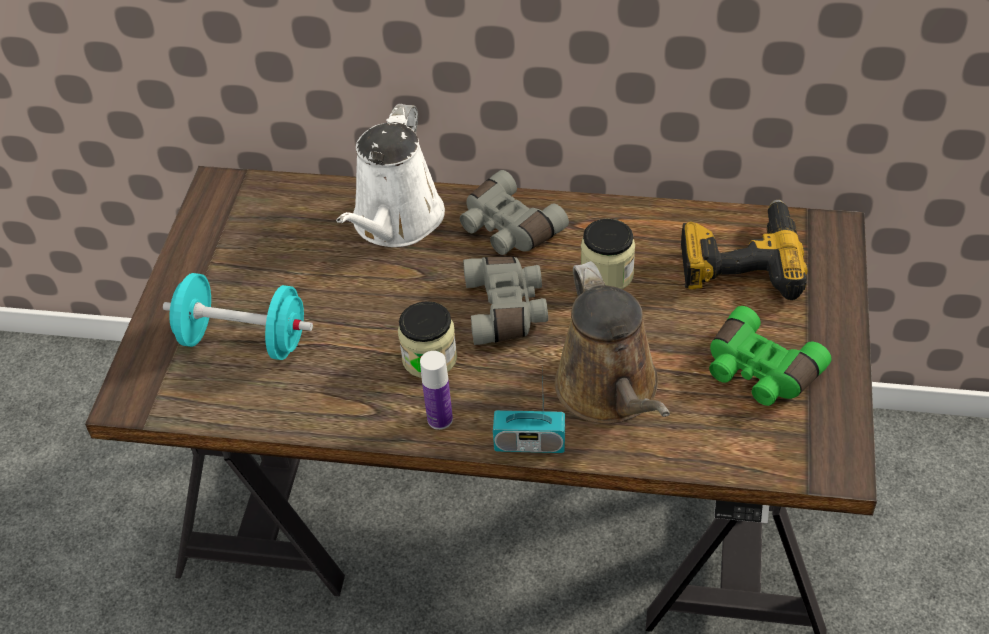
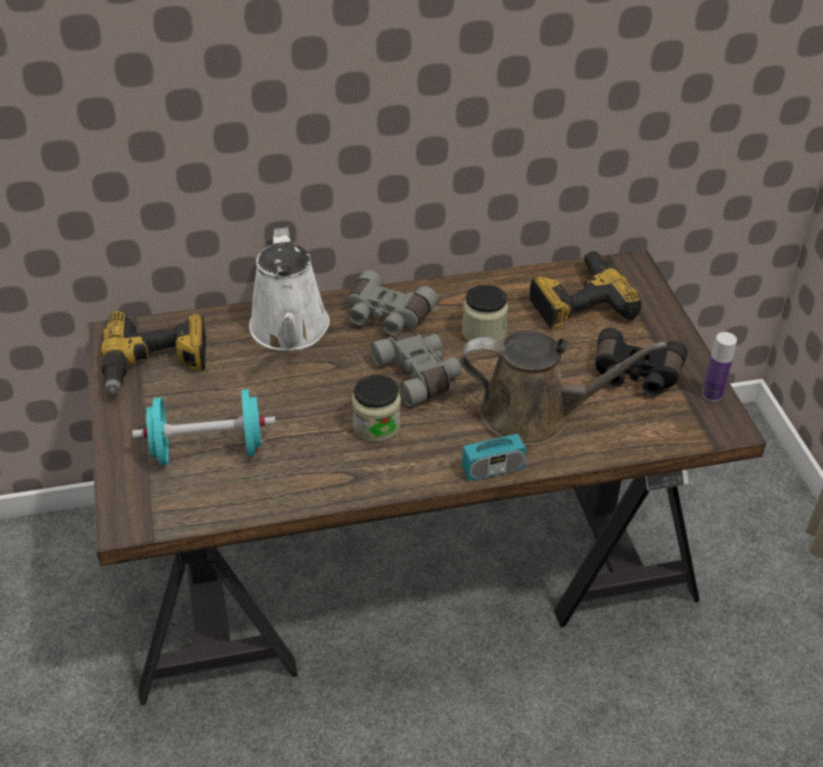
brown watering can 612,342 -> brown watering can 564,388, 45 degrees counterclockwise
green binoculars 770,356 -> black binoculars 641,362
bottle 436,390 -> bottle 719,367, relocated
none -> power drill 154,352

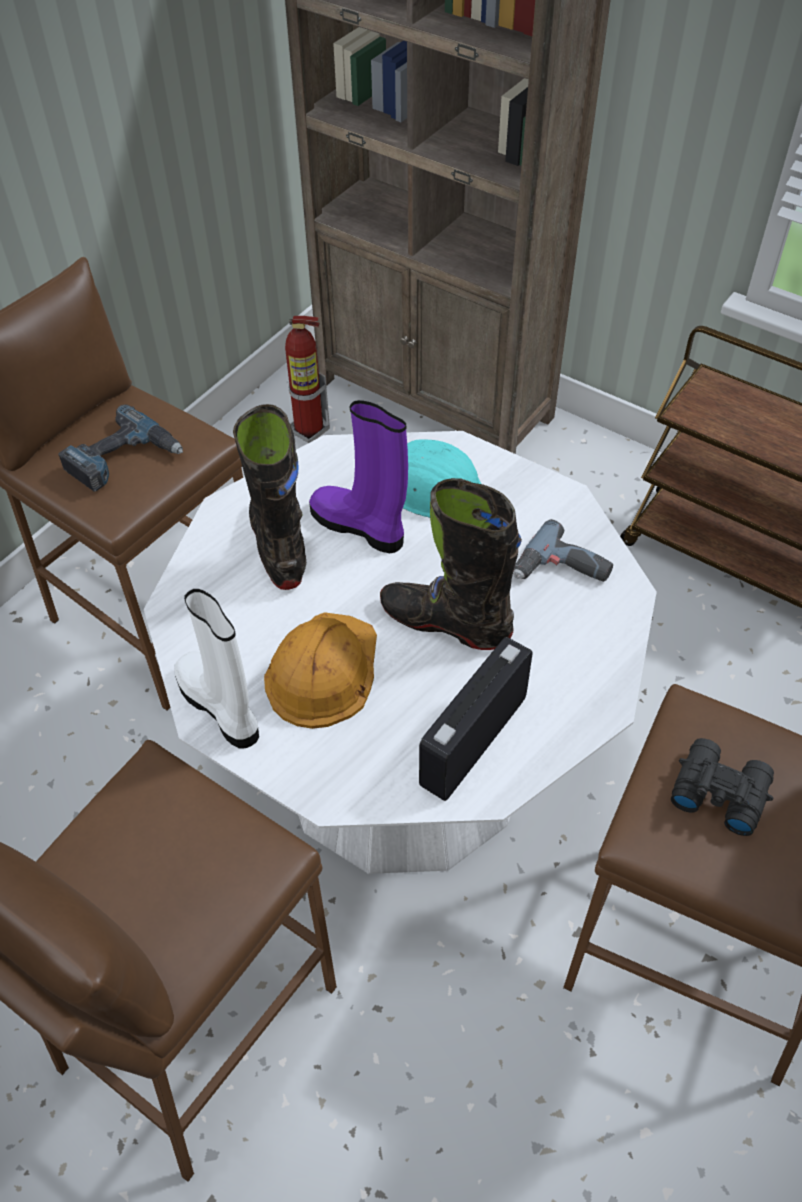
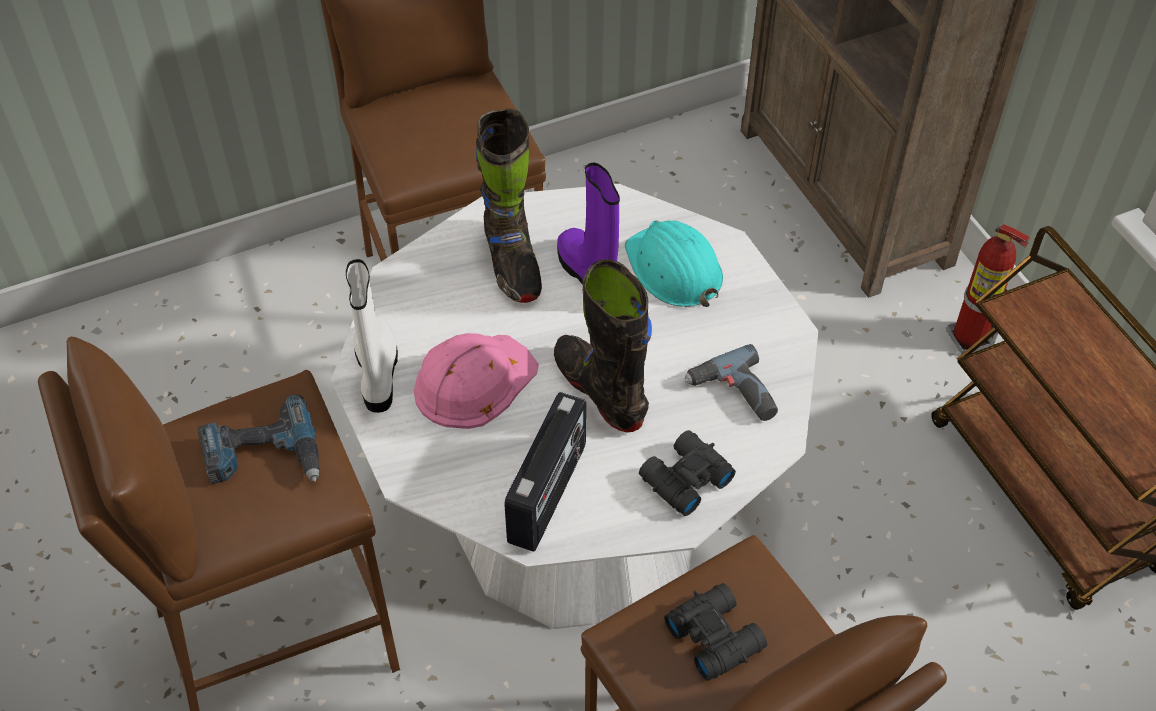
fire extinguisher 307,379 -> fire extinguisher 988,289, relocated
power drill 120,448 -> power drill 258,439, relocated
black boot 269,497 -> black boot 509,206, 150 degrees clockwise
orange hard hat 320,670 -> pink hard hat 476,381
radio 476,719 -> radio 545,472, 135 degrees clockwise
none -> black binoculars 687,473

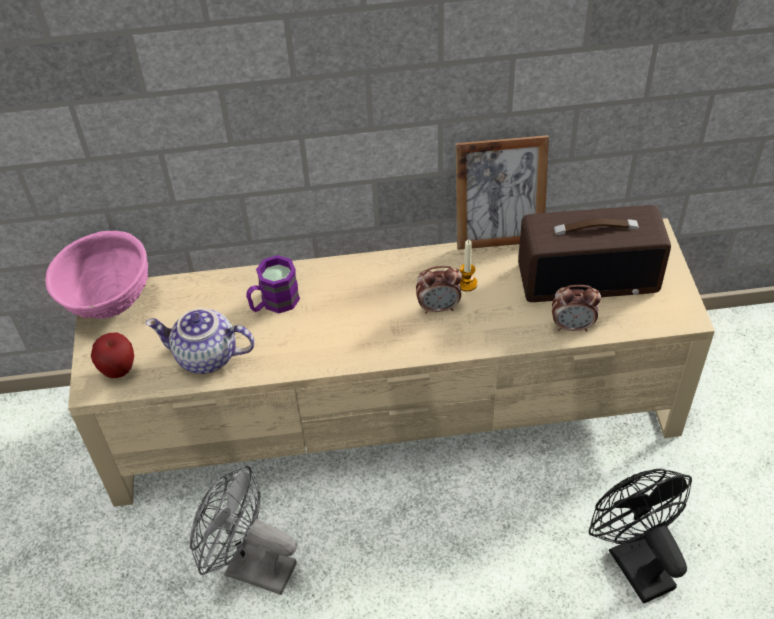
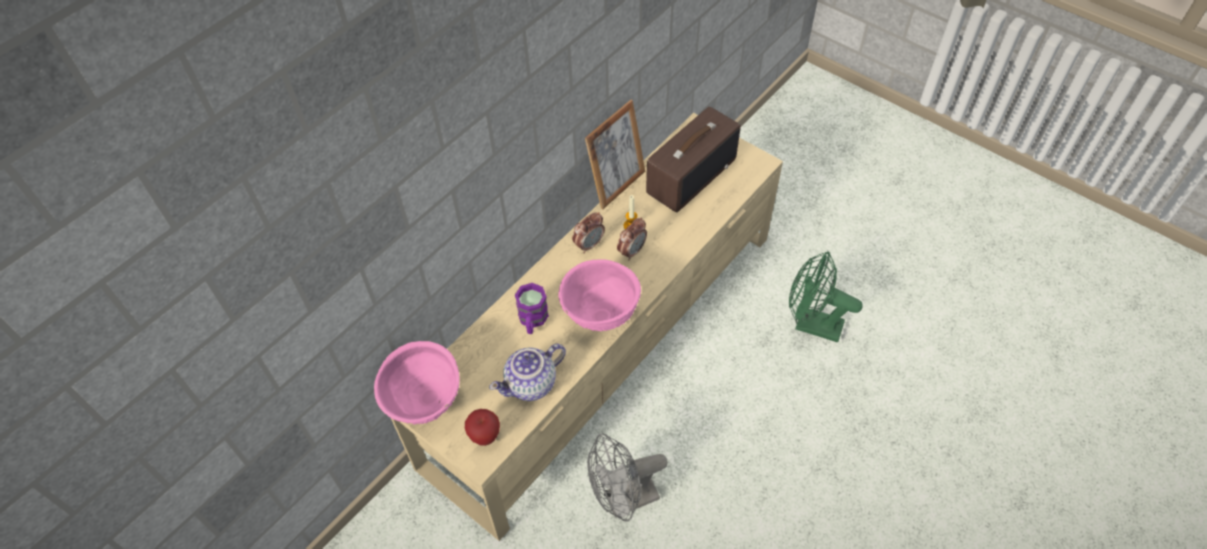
alarm clock 576,308 -> alarm clock 588,232, relocated
black fan 640,536 -> green fan 826,296
none -> pink bowl 599,295

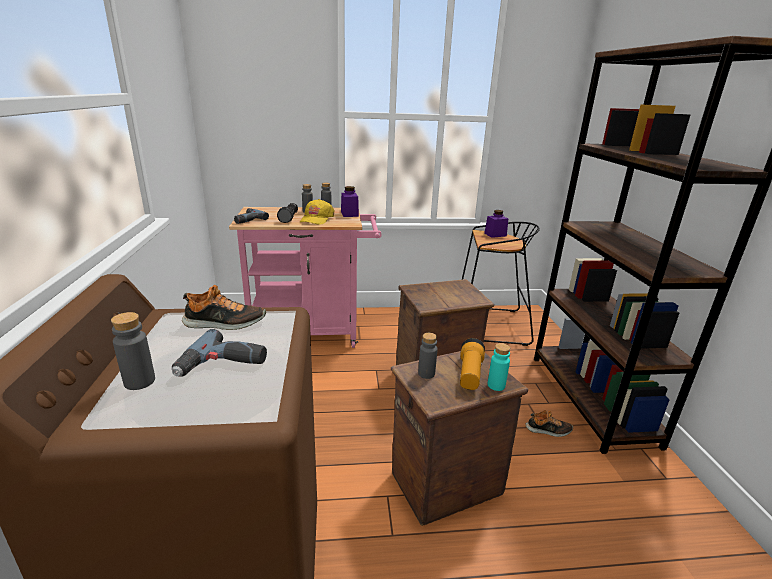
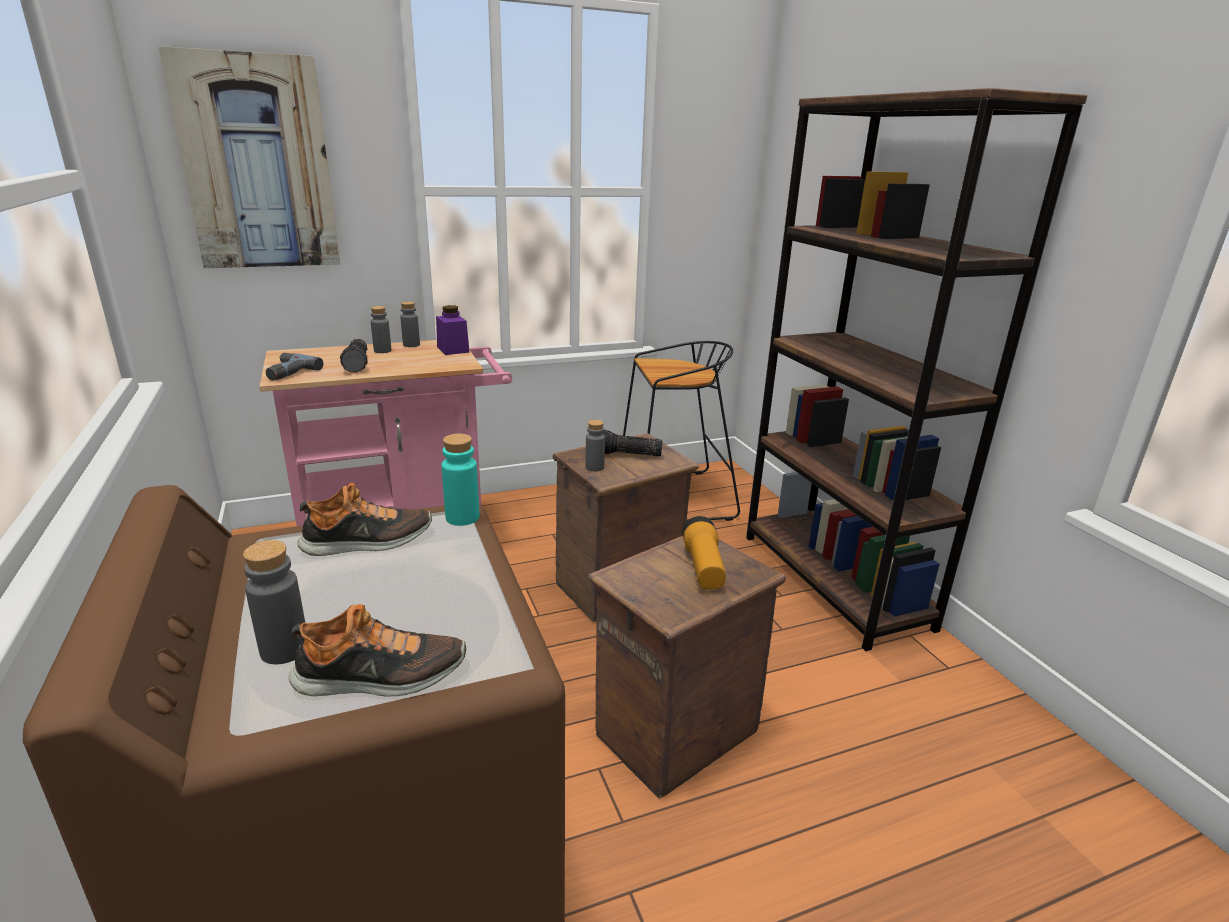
yellow cap 317,211 -> none
purple jar 496,224 -> none
power drill 219,353 -> none
grey bottle 428,356 -> grey bottle 595,445, relocated
turquoise bottle 499,367 -> turquoise bottle 460,480, relocated
shoe 549,423 -> shoe 377,650, relocated
none -> picture 249,157
none -> flashlight 633,443

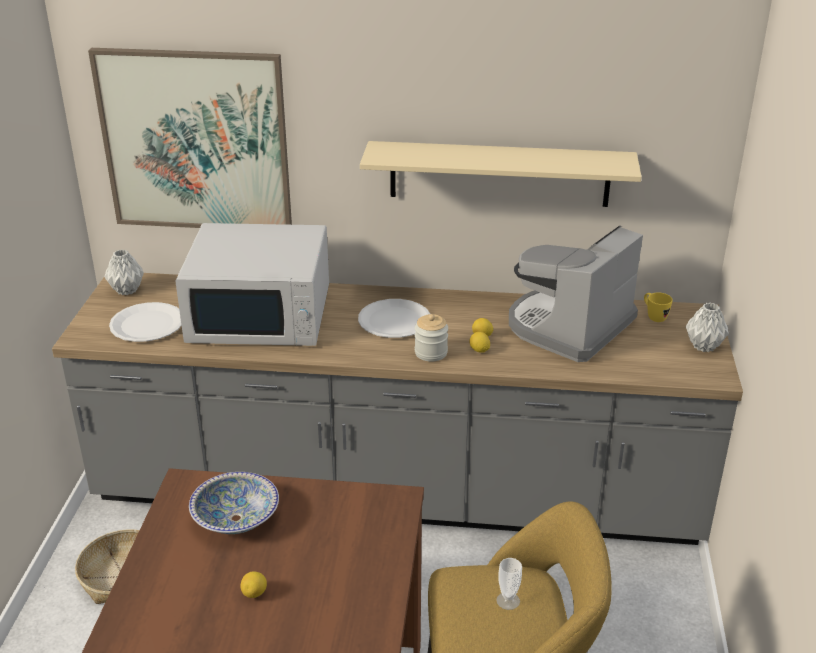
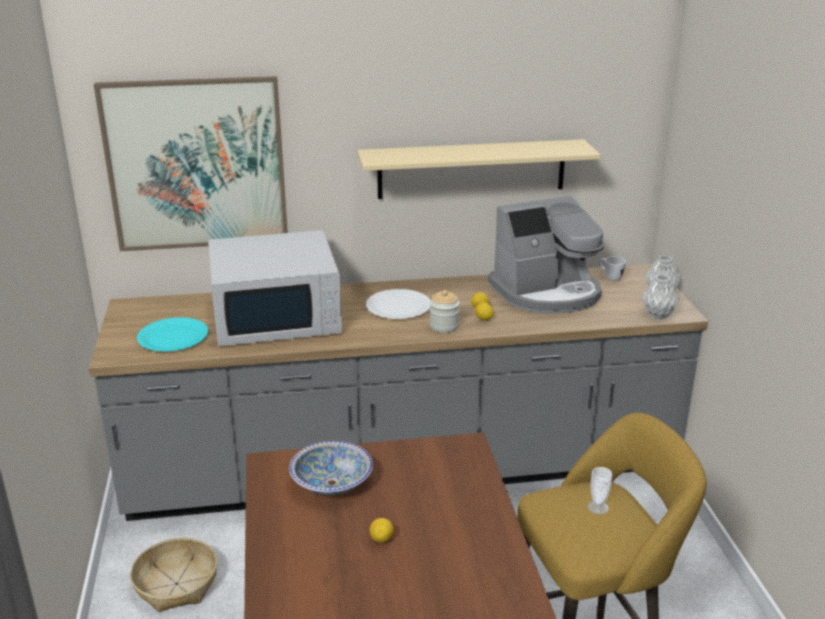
coffee machine 576,294 -> coffee machine 546,255, 135 degrees counterclockwise
grey vase 124,272 -> grey vase 660,297, relocated
yellow mug 658,307 -> white mug 612,269
white plate 145,322 -> turquoise plate 173,334

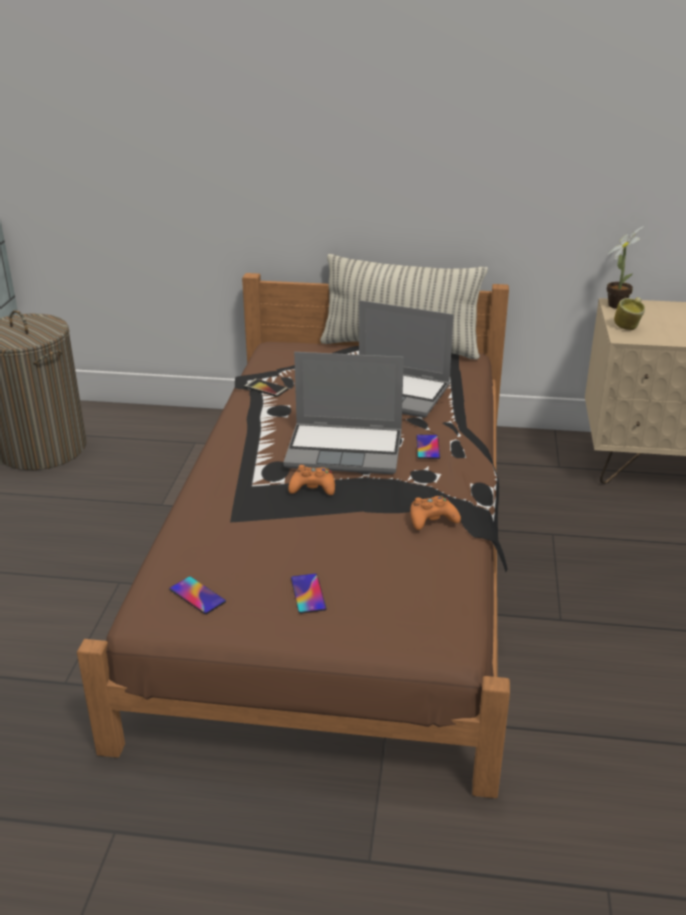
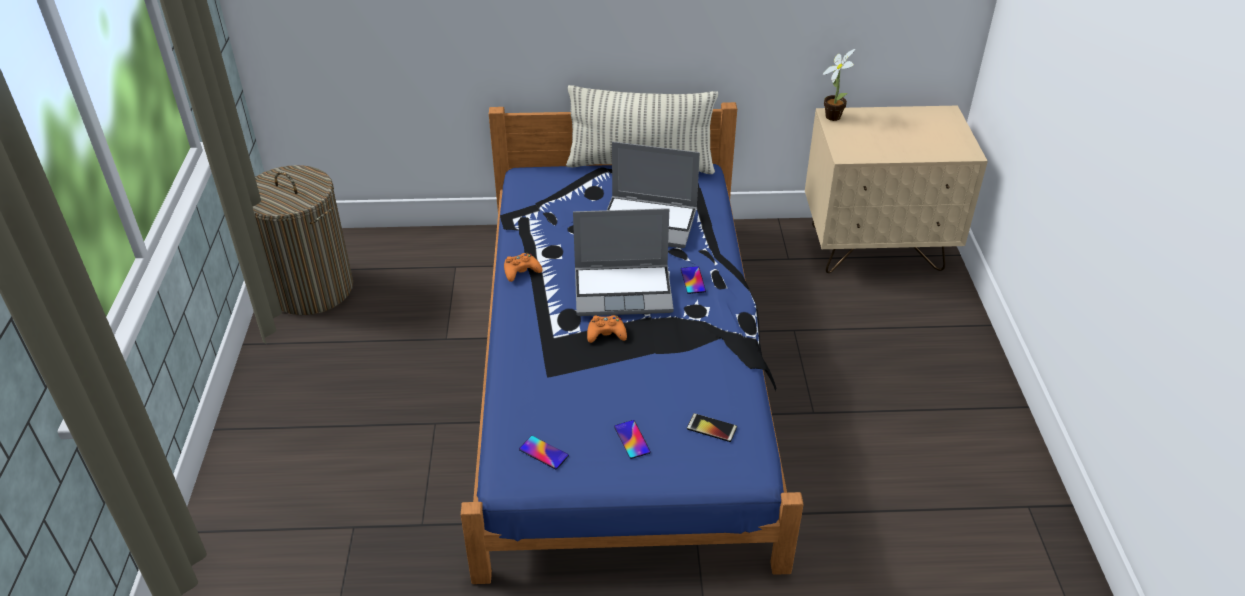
brown bed 293,535 -> blue bed 632,343
mug 629,313 -> none
phone 266,387 -> phone 712,427, relocated
orange game controller 435,513 -> orange game controller 523,267, relocated

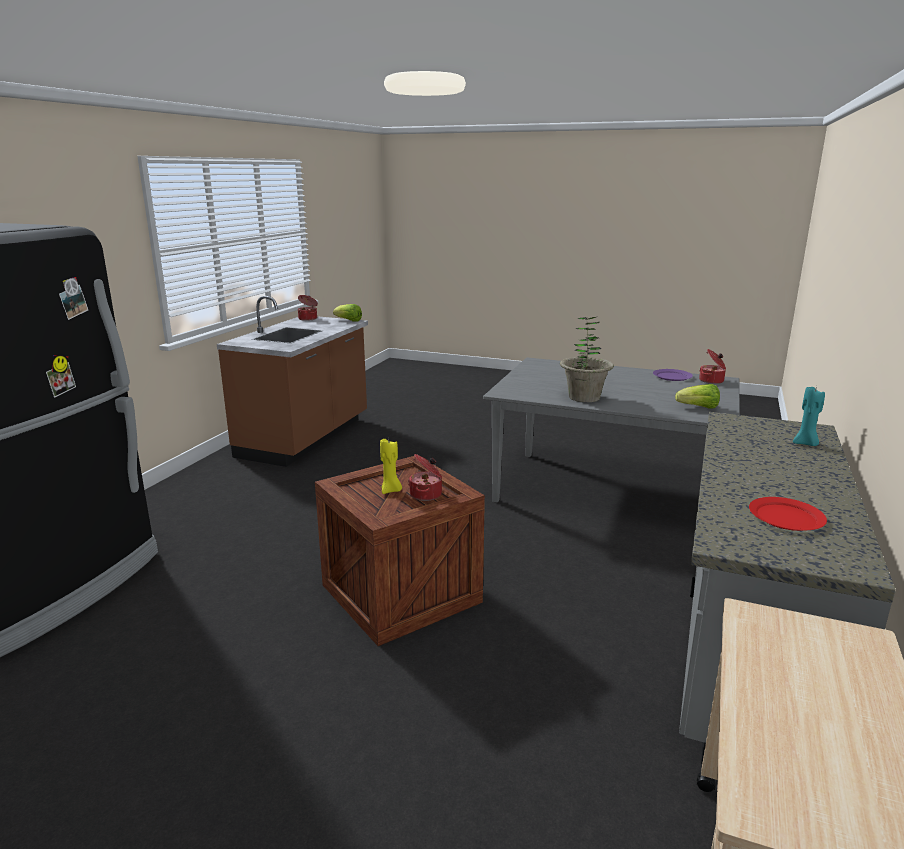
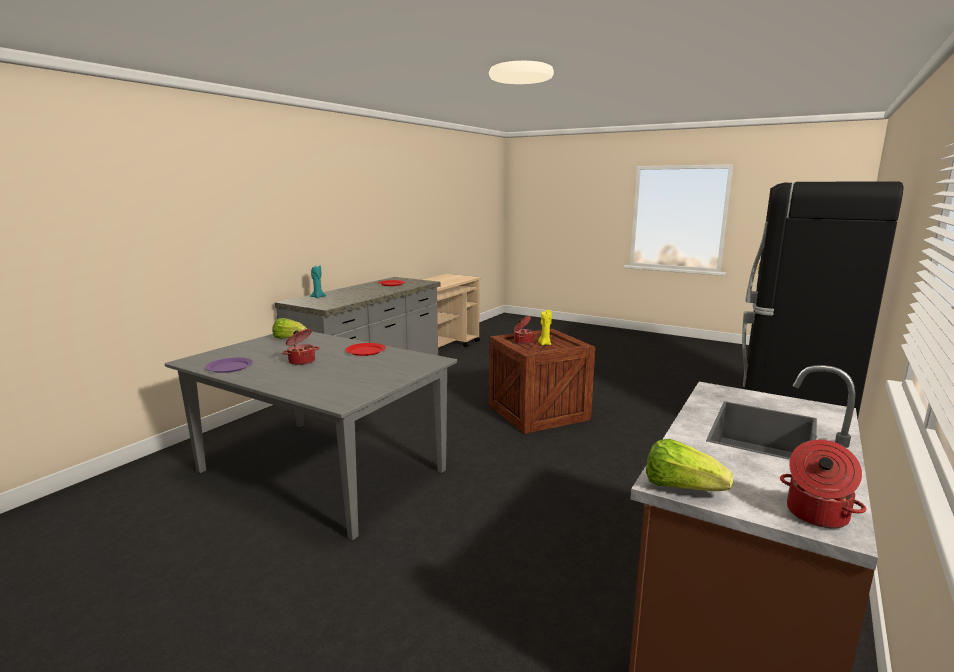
potted plant 587,359 -> red plate 365,349
cooking pot 712,366 -> cooking pot 300,347, relocated

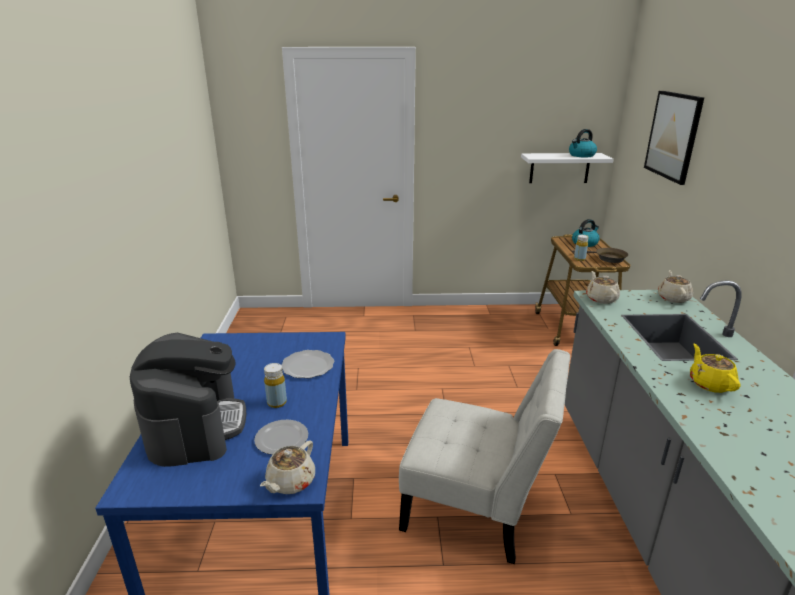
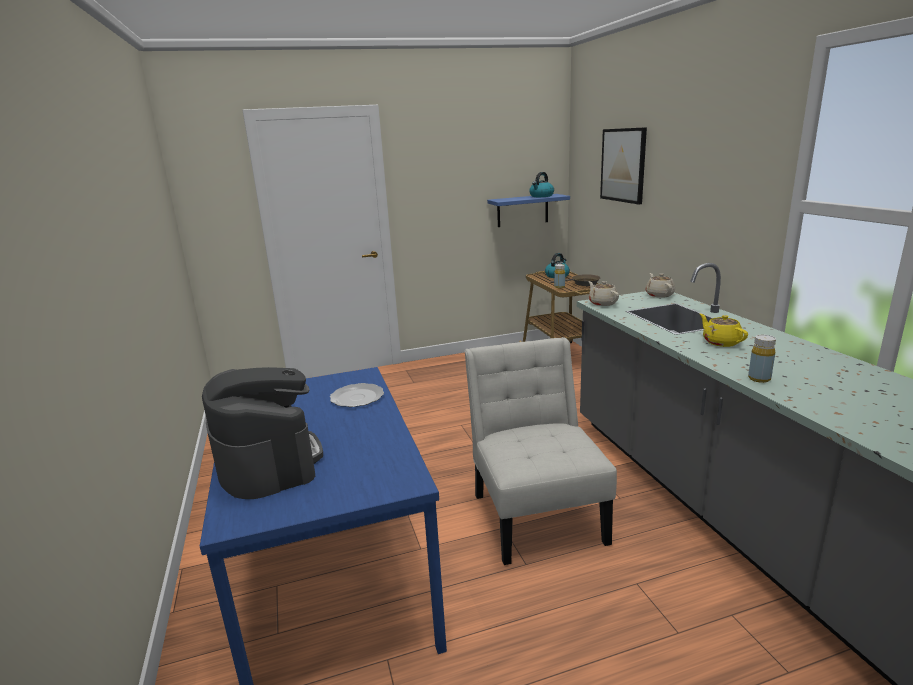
white shelf 567,168 -> blue shelf 528,210
white chair 484,456 -> white chair 540,451, 105 degrees counterclockwise
yellow bottle 275,385 -> yellow bottle 762,359, relocated
plate 281,437 -> none
beige teapot 287,467 -> none

